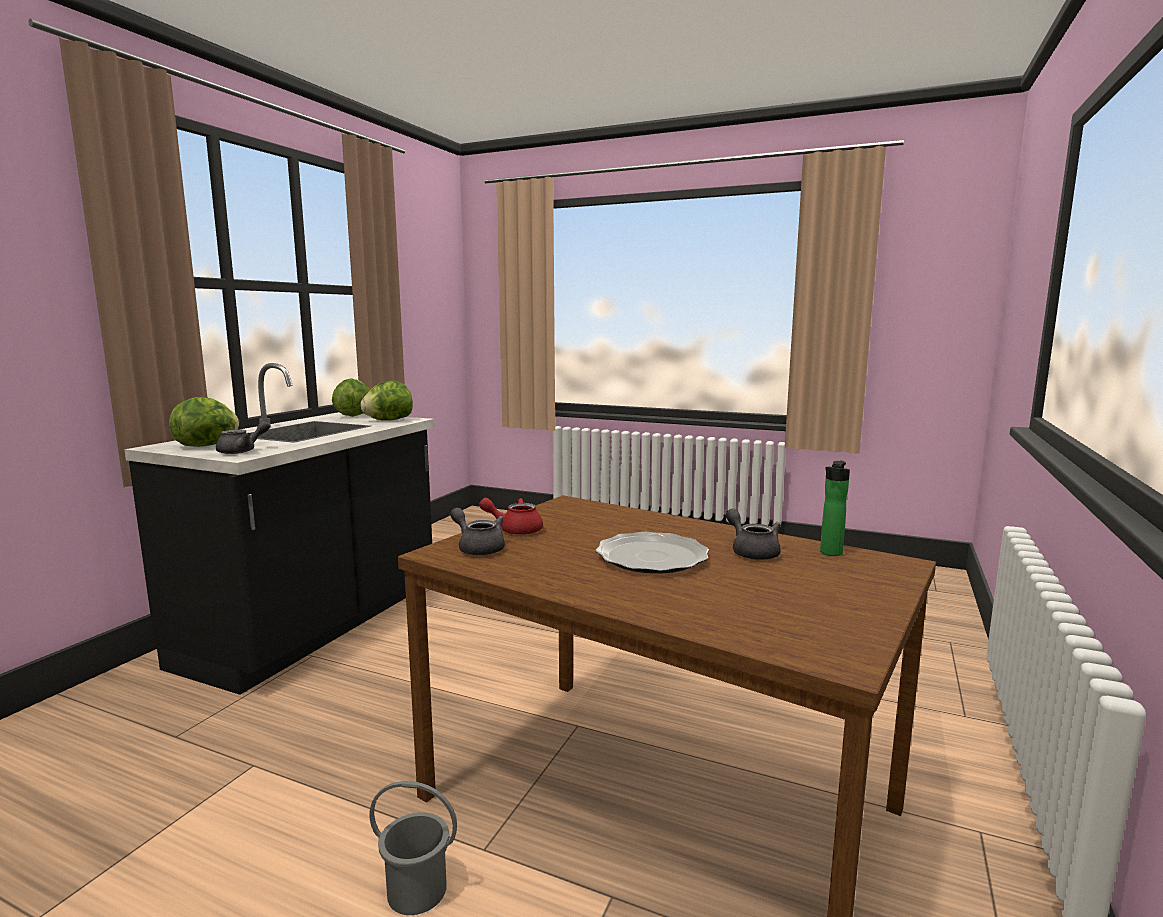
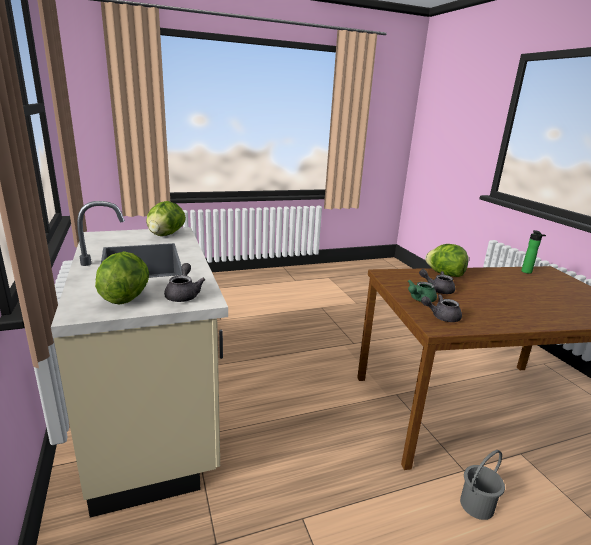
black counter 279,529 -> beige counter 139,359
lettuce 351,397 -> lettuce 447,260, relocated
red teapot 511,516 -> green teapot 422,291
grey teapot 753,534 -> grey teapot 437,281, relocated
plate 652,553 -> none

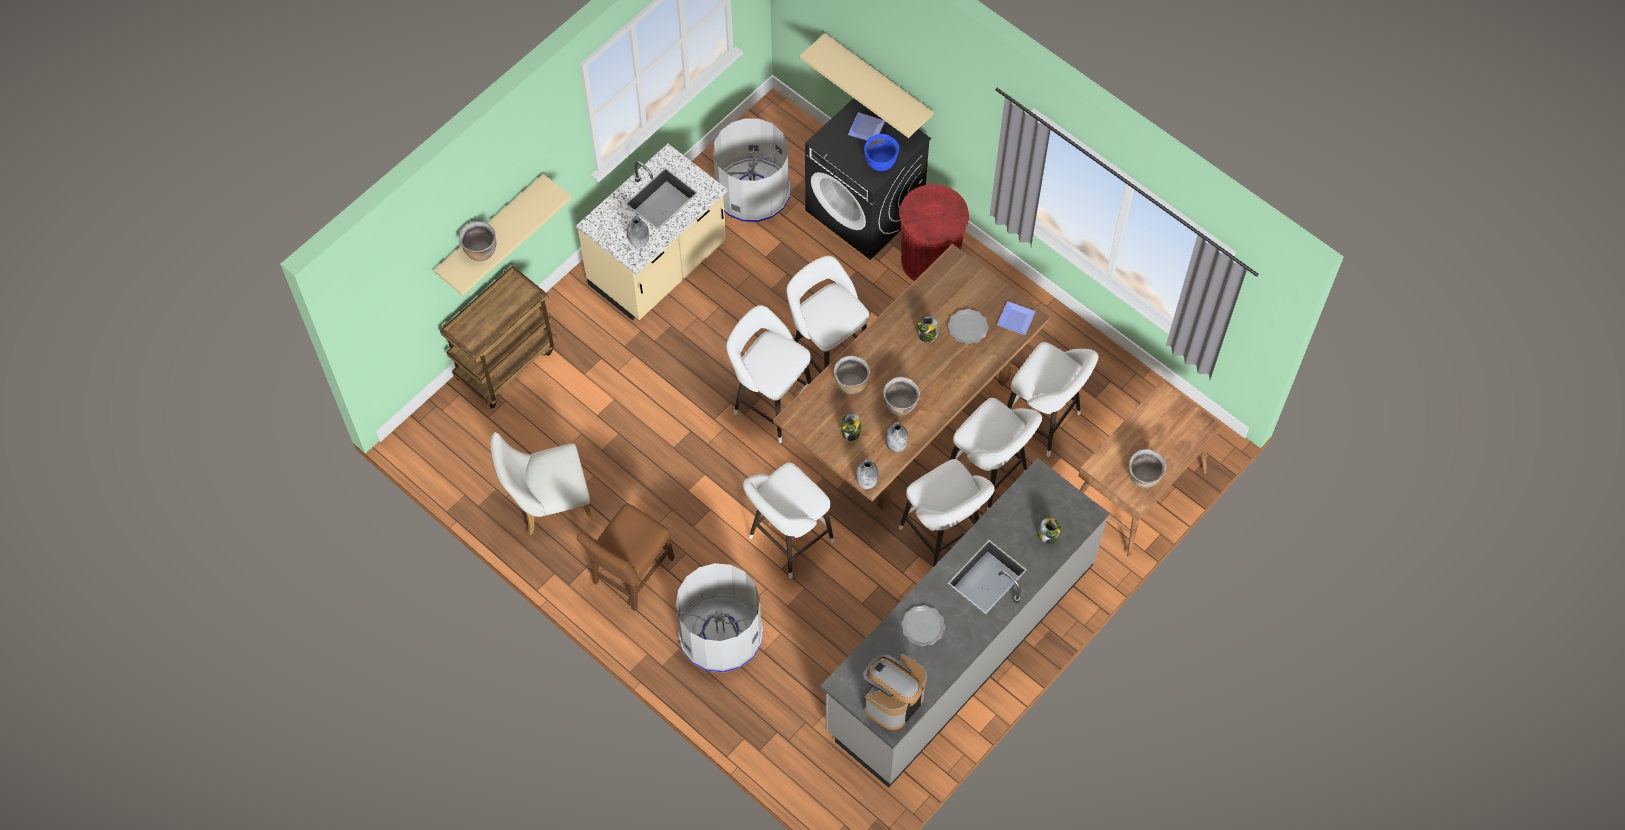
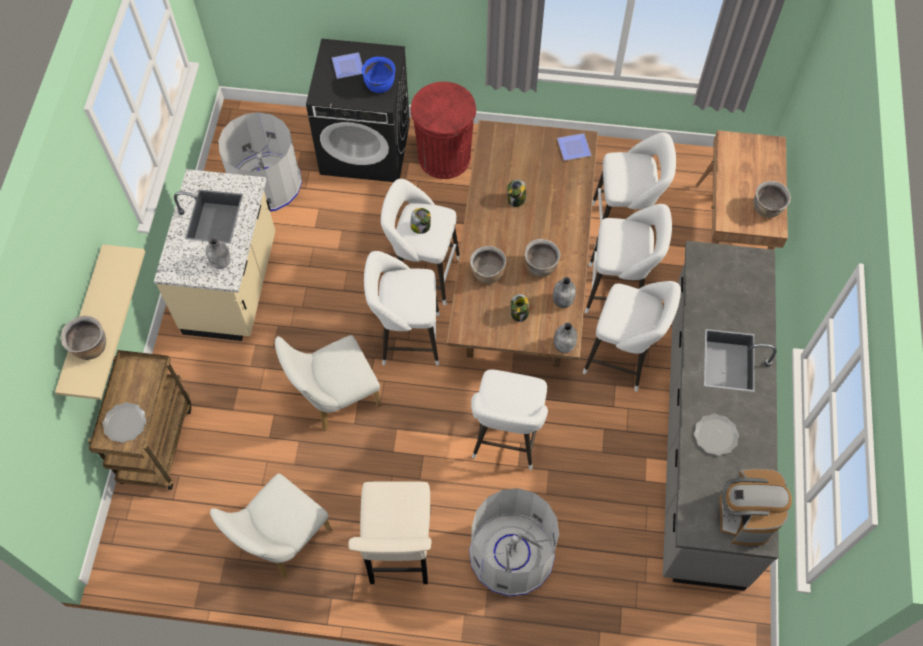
beige shelf 867,85 -> none
plate 968,326 -> plate 125,422, relocated
brown chair 626,557 -> beige stool 390,533
jar 1049,531 -> jar 421,221, relocated
none -> white chair 328,383

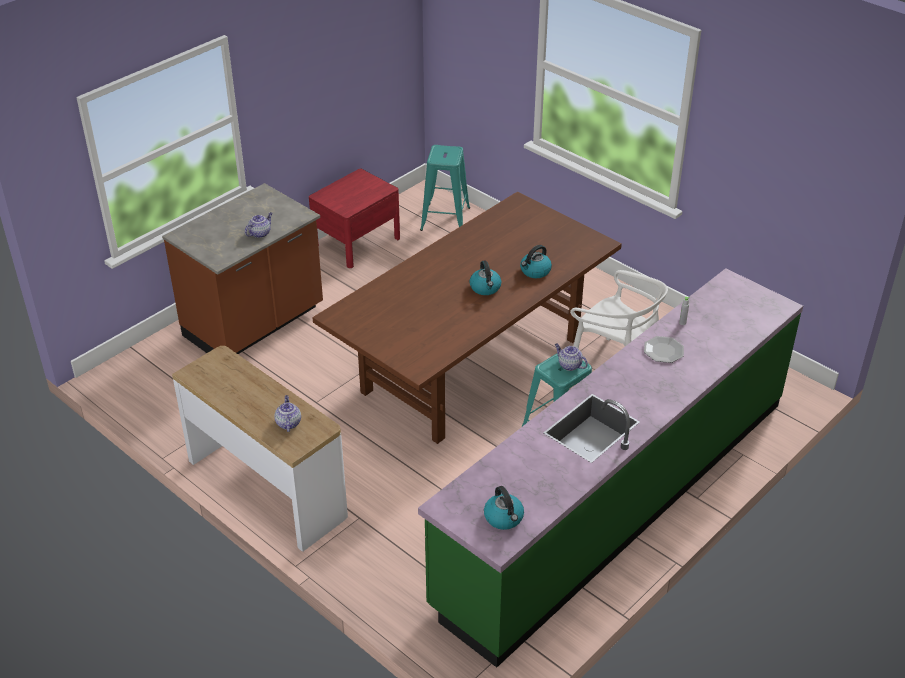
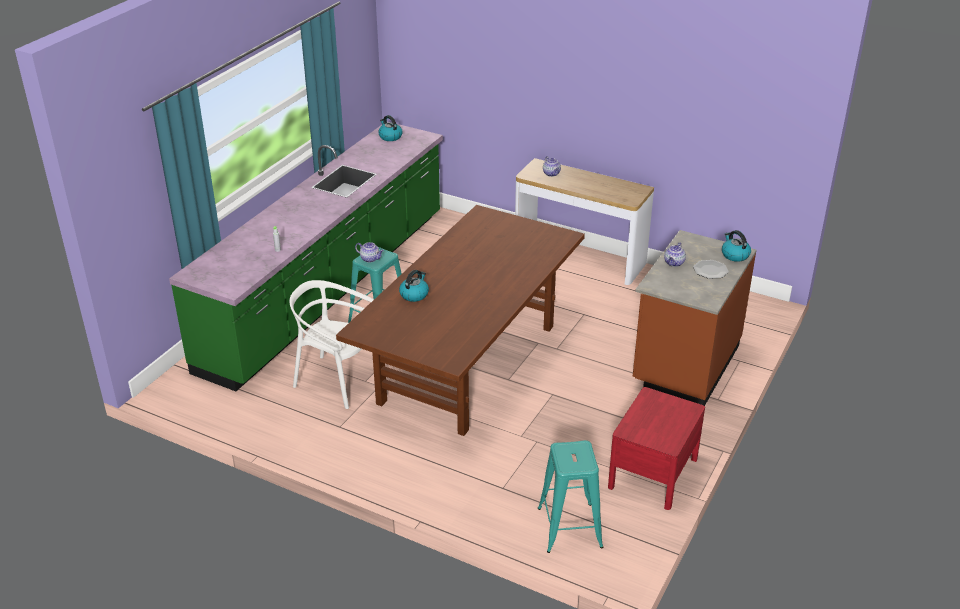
kettle 485,277 -> kettle 736,246, relocated
plate 664,349 -> plate 711,269, relocated

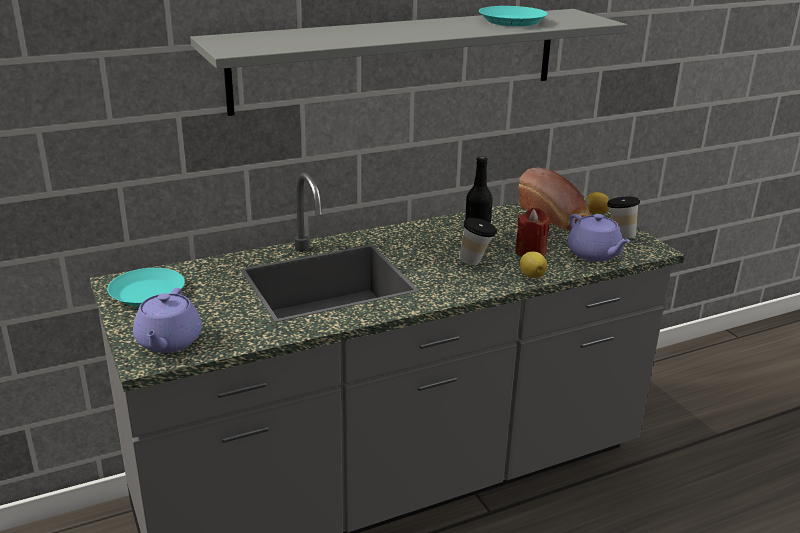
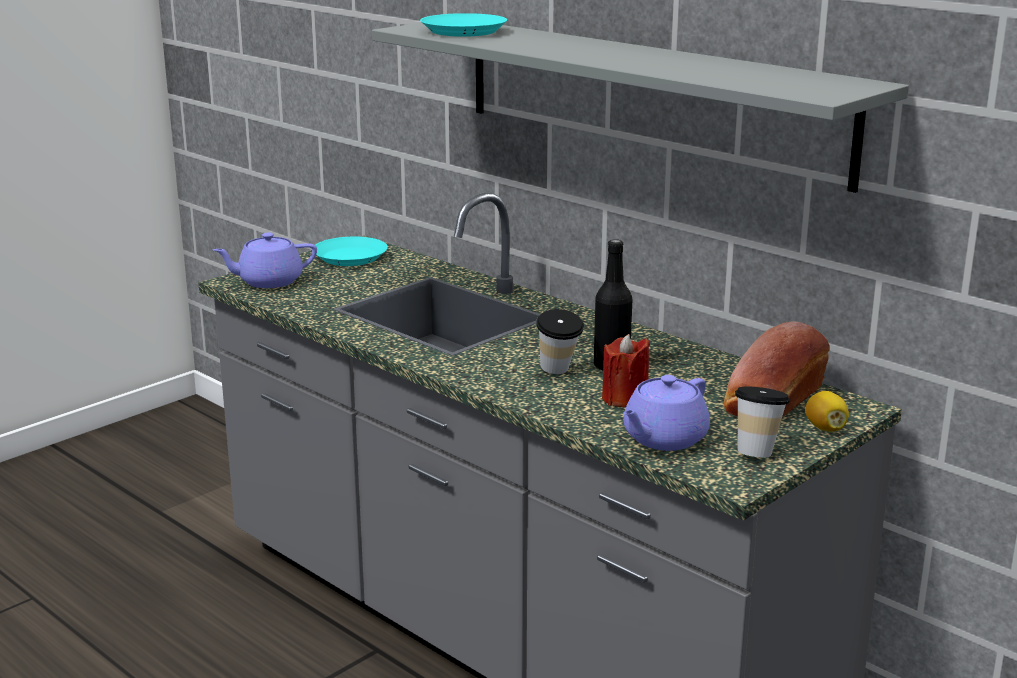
turquoise plate 513,16 -> turquoise plate 463,25, relocated
lemon 533,264 -> none

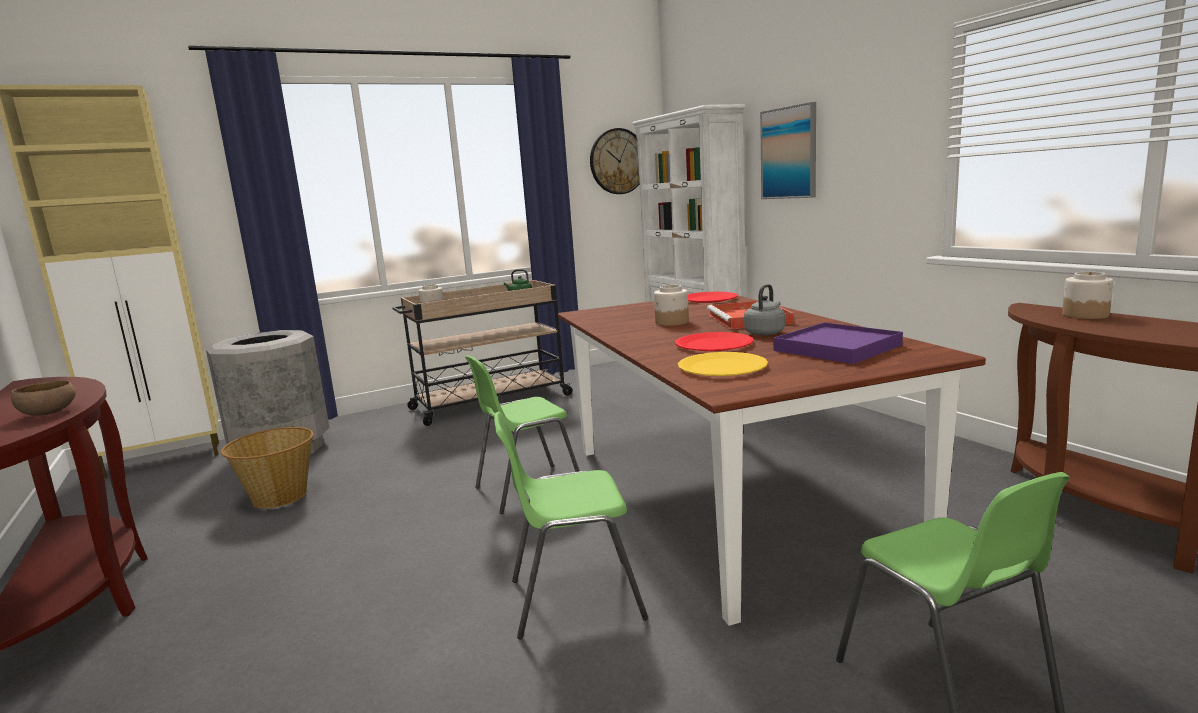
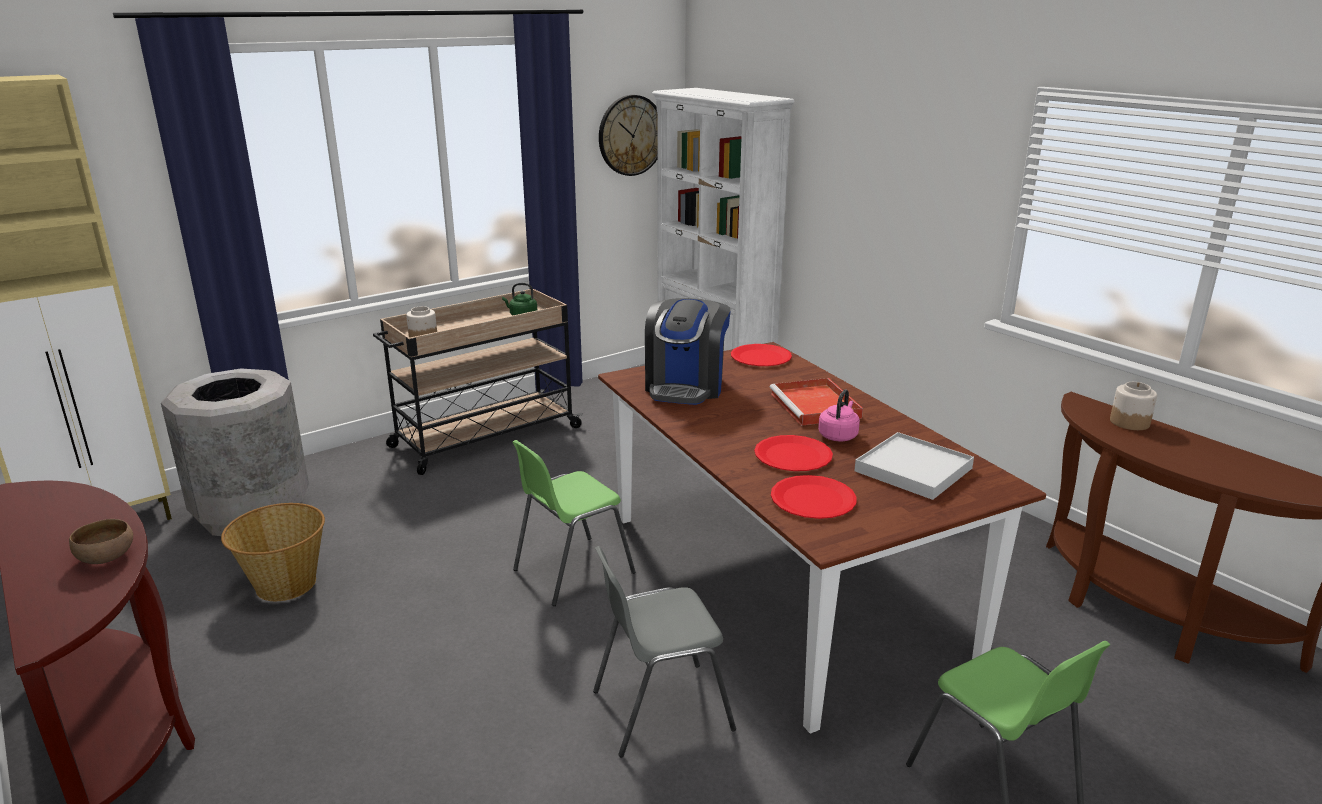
picture 788,150 -> none
grey kettle 764,309 -> pink kettle 839,415
jar 671,305 -> none
purple tray 838,343 -> white tray 914,466
yellow plate 723,364 -> red plate 813,497
green chair 571,525 -> grey chair 664,651
none -> coffee machine 688,351

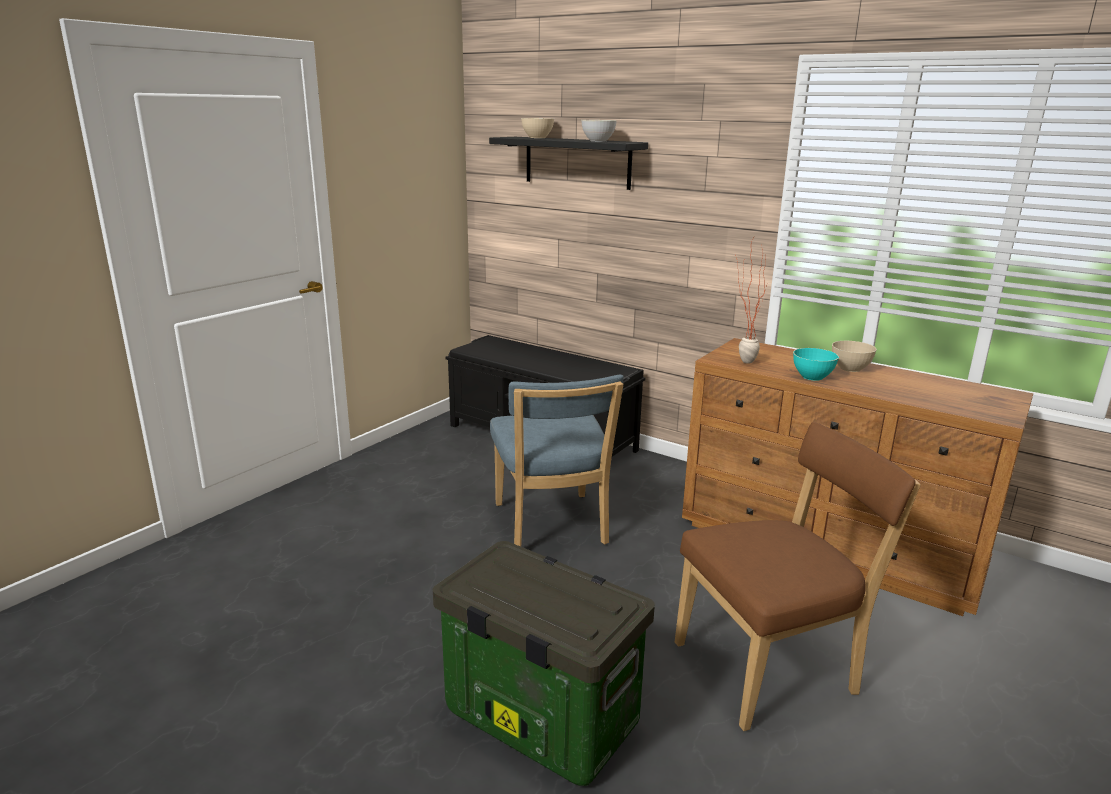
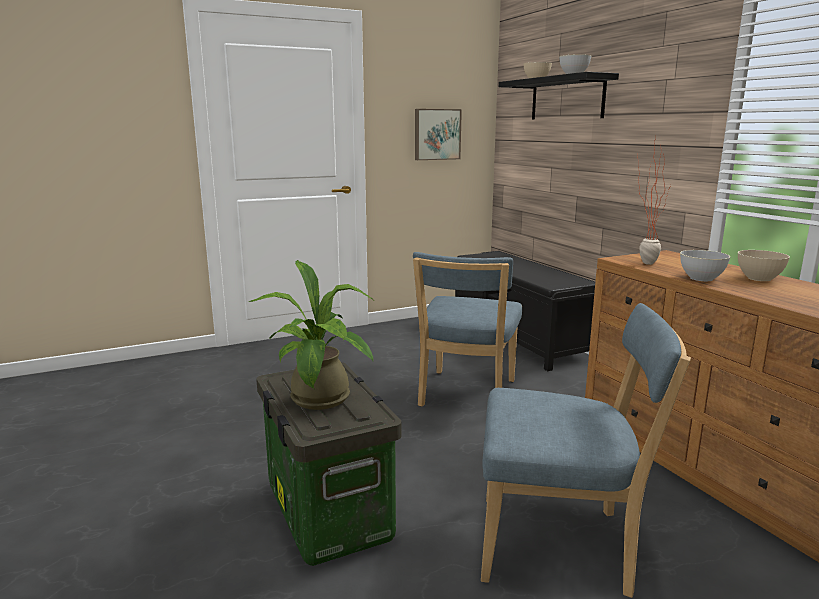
turquoise bowl 816,364 -> grey bowl 705,265
brown chair 798,576 -> blue chair 586,450
none -> picture 438,134
none -> potted plant 311,335

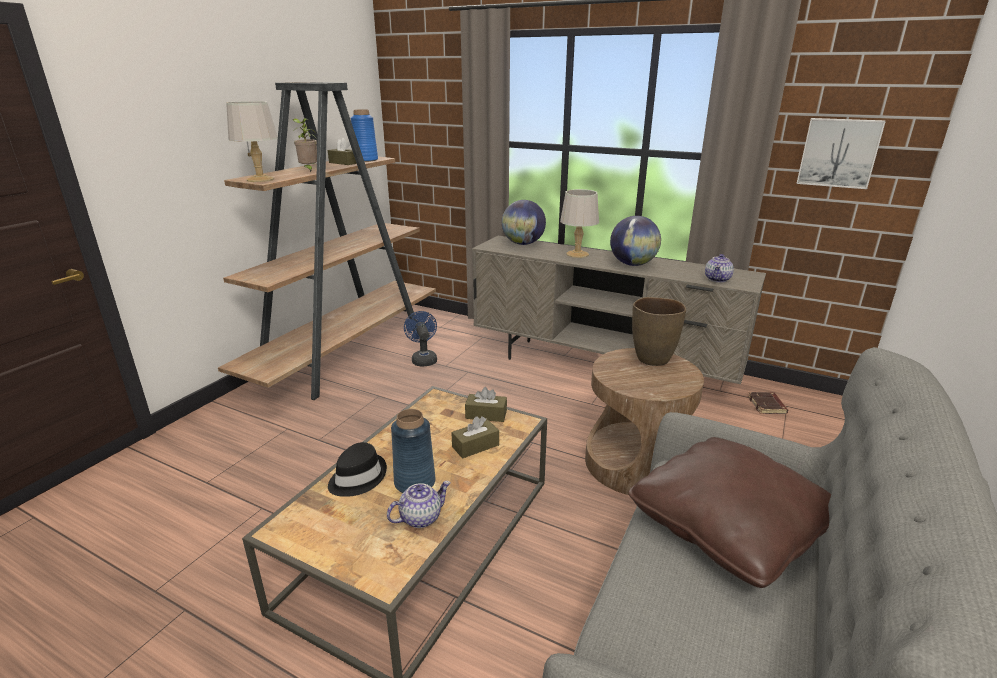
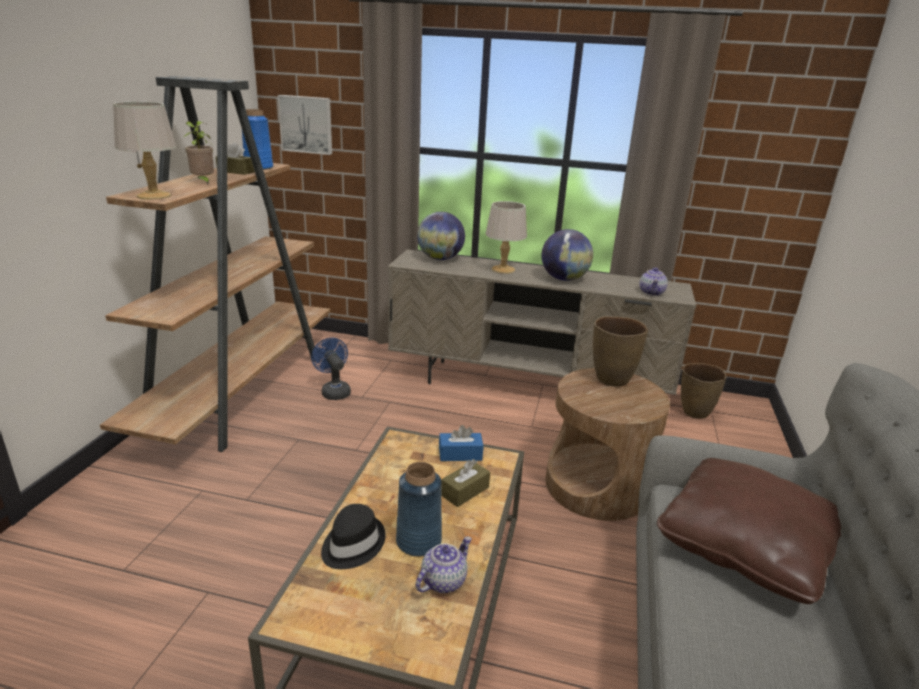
picture 841,153 -> picture 305,125, relocated
brown tissue box 486,404 -> blue tissue box 461,443
brown book 768,403 -> brown vase 703,391

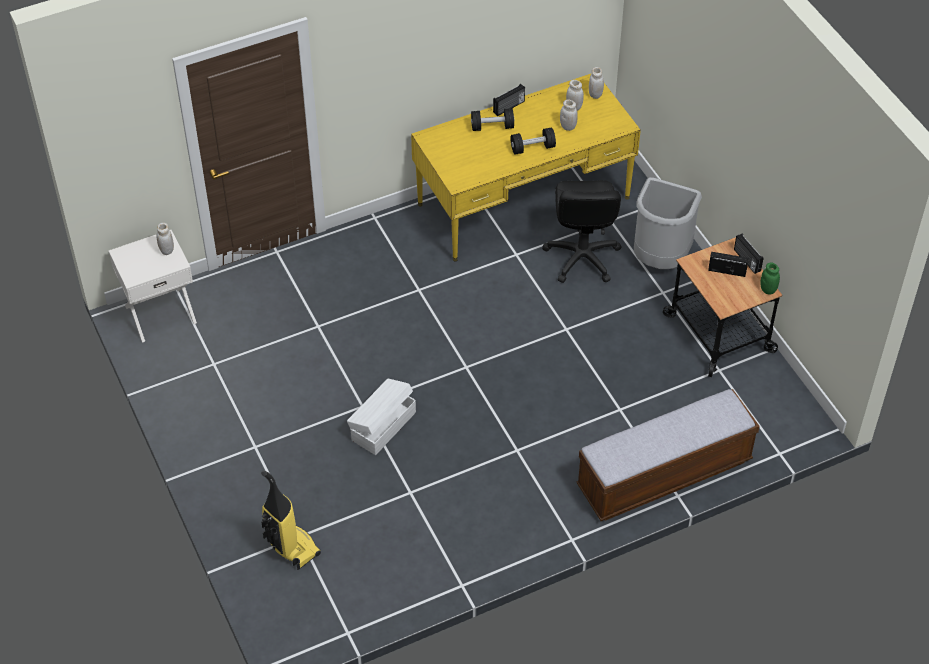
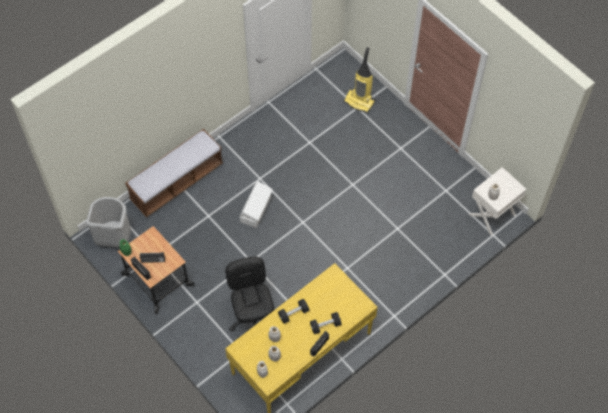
grey trash can 668,223 -> grey trash can 108,222, relocated
white storage box 381,417 -> white storage box 256,204, relocated

